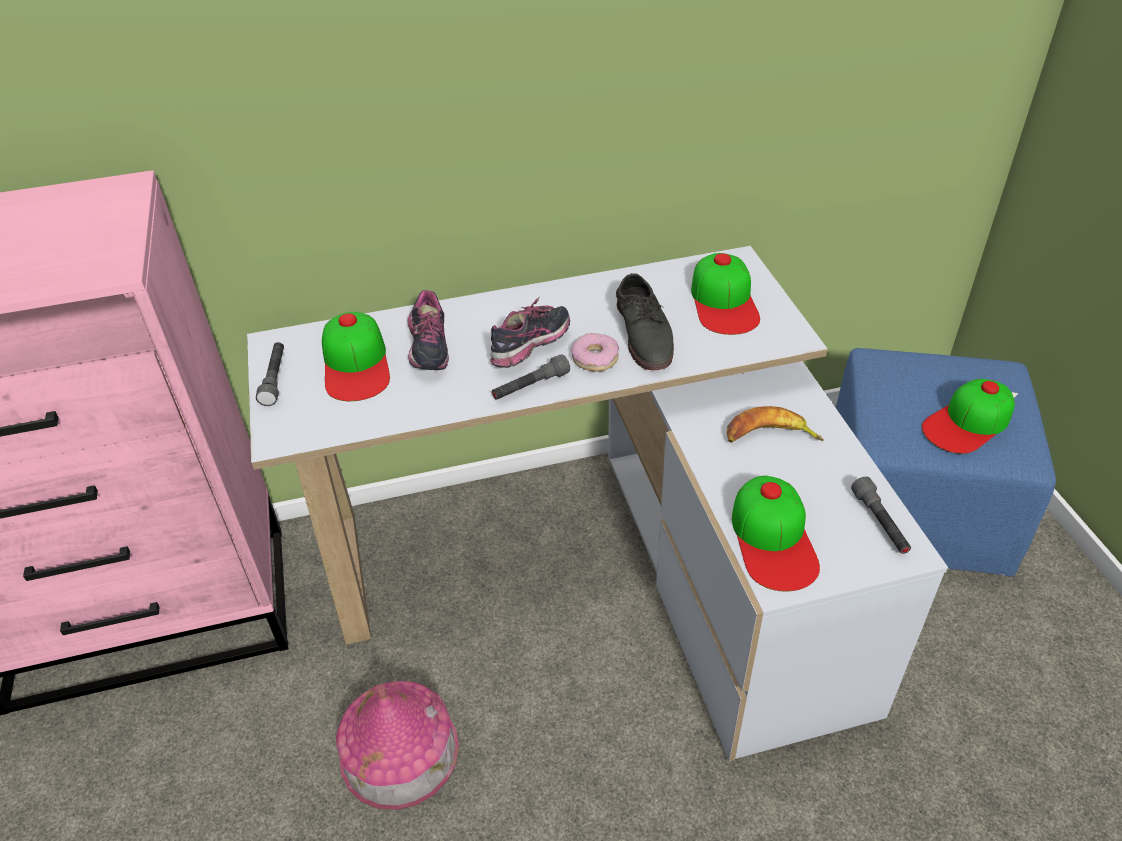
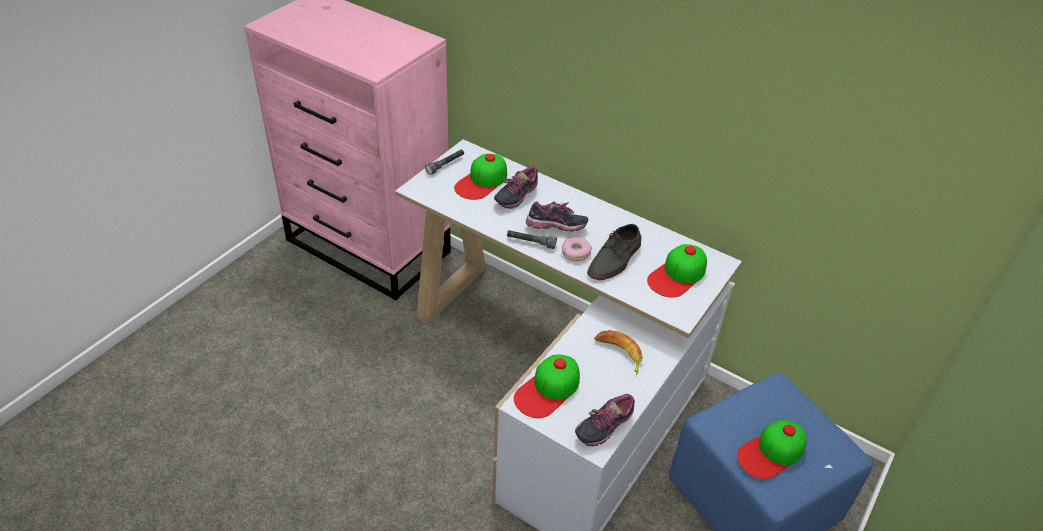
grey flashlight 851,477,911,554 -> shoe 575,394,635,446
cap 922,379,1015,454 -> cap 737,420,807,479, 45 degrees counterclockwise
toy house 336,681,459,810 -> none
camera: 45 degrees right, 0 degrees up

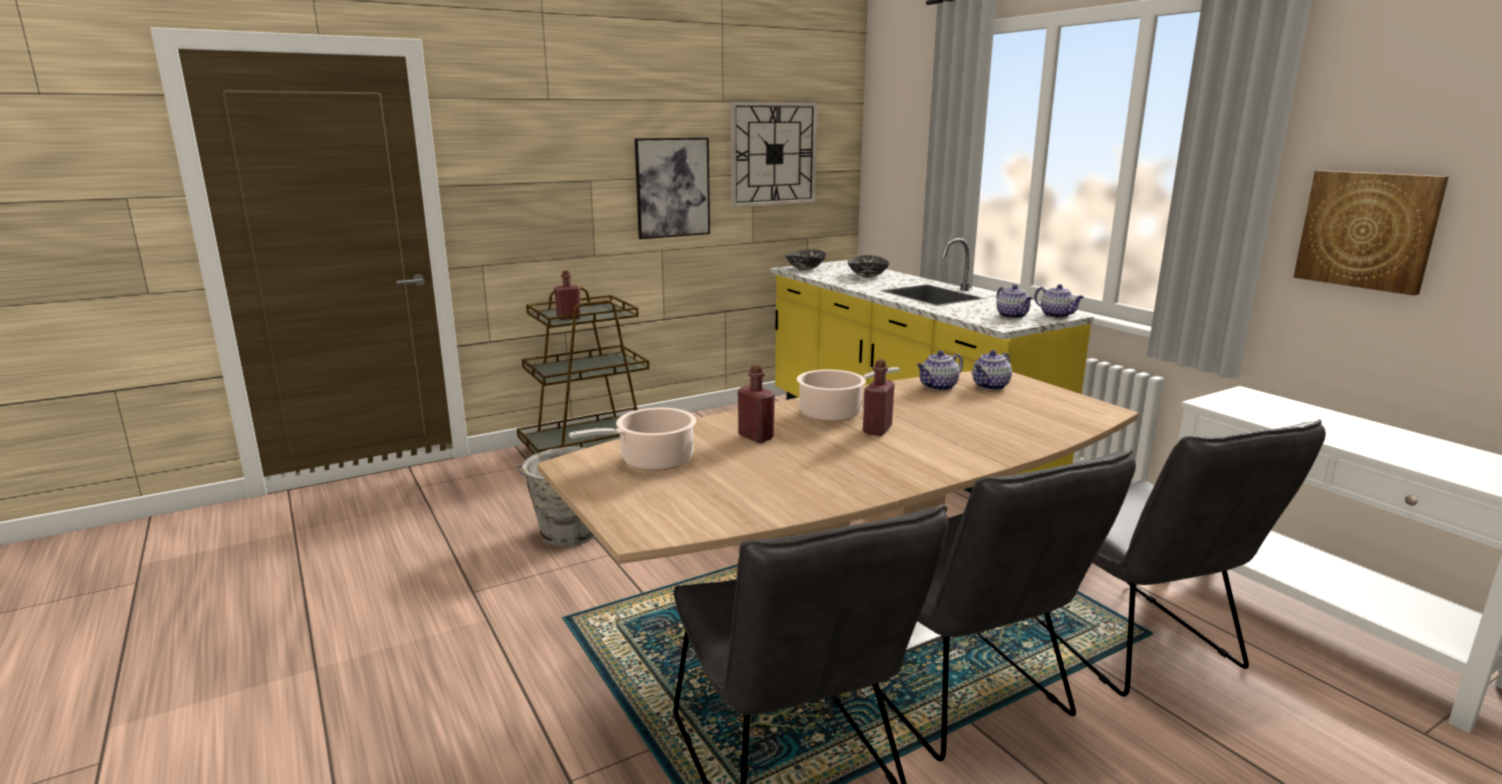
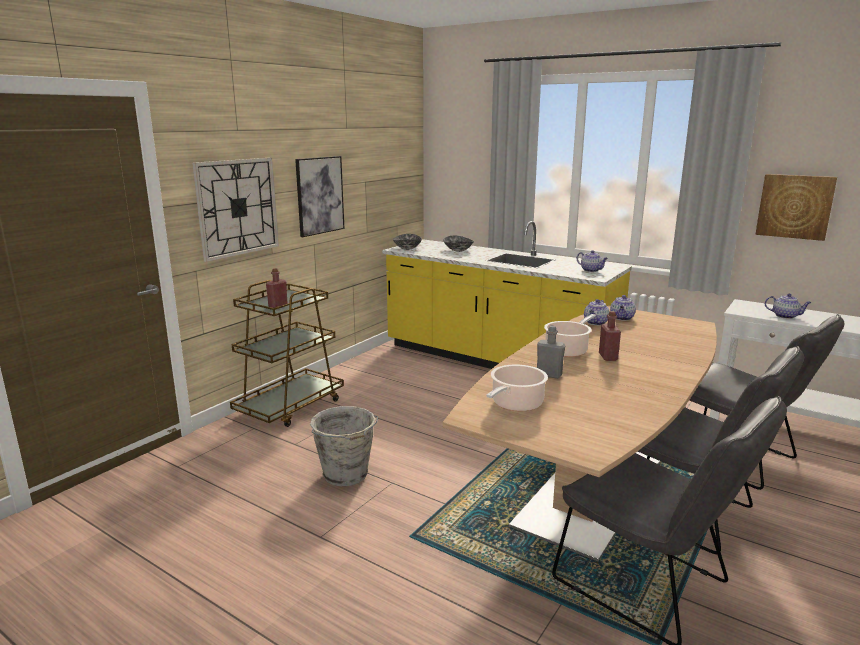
wall clock 730,102,818,207 -> wall clock 192,158,279,262, shifted
red bottle 738,365,775,443 -> grey bottle 537,325,565,379
teapot 1034,284,1084,318 -> teapot 765,294,812,319, shifted
camera: 25 degrees left, 0 degrees up

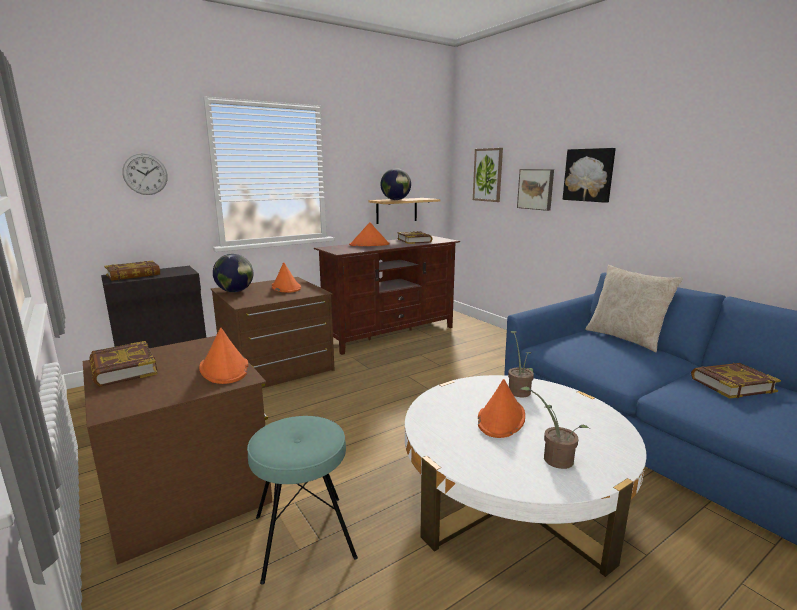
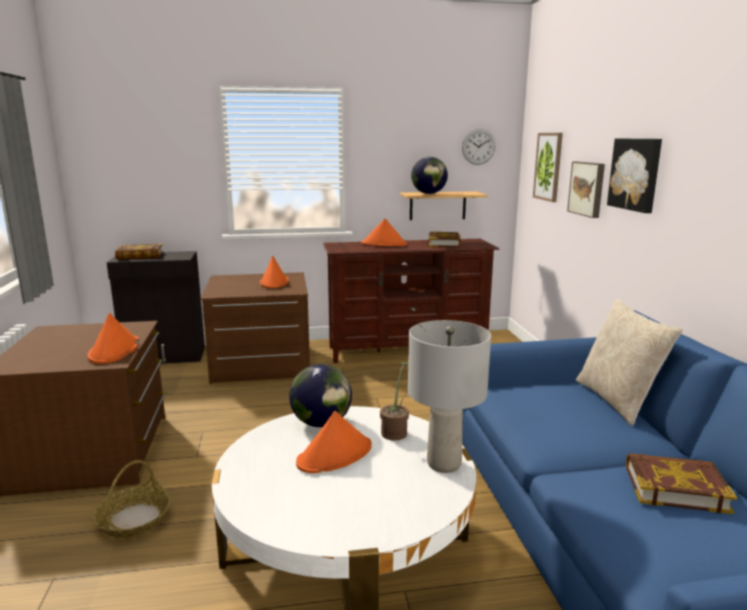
turquoise stool 247,416,358,585 -> basket 92,460,171,538
globe 213,254,253,292 -> globe 289,364,352,427, shifted
none -> grey table lamp 408,320,491,473
wall clock 122,153,168,195 -> wall clock 462,129,495,165, shifted
book 89,341,158,387 -> none
potted plant 519,387,589,469 -> none
camera: 25 degrees right, 0 degrees up

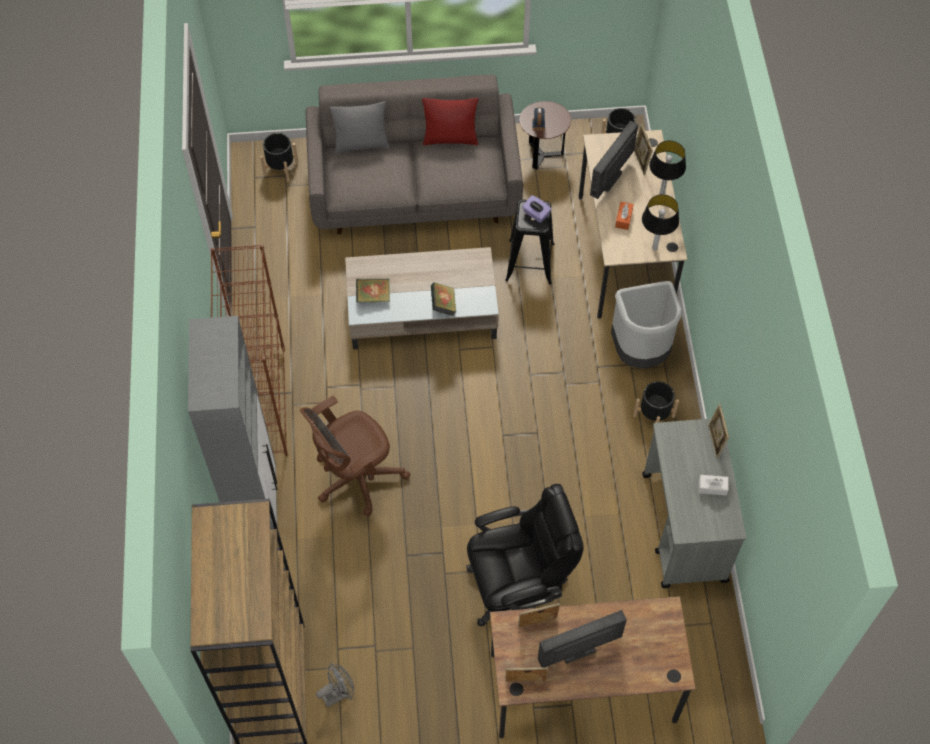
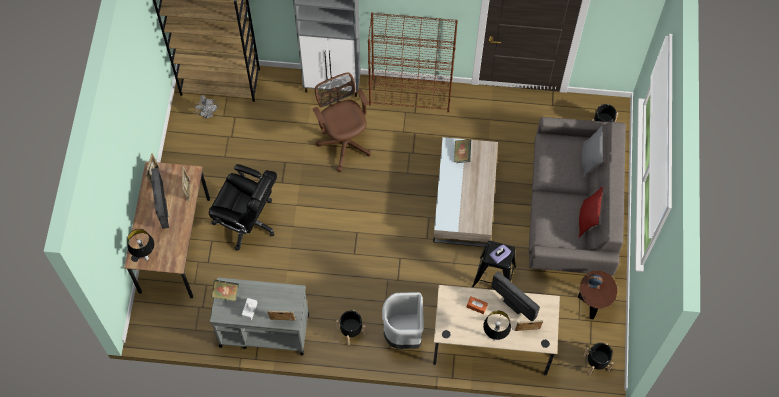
table lamp 642,194,679,251 -> table lamp 127,229,154,260, shifted
black office chair 466,484,584,626 -> black office chair 209,164,277,251, 60 degrees counterclockwise
book 431,282,456,316 -> book 211,280,239,301, shifted
camera: 100 degrees right, 5 degrees up

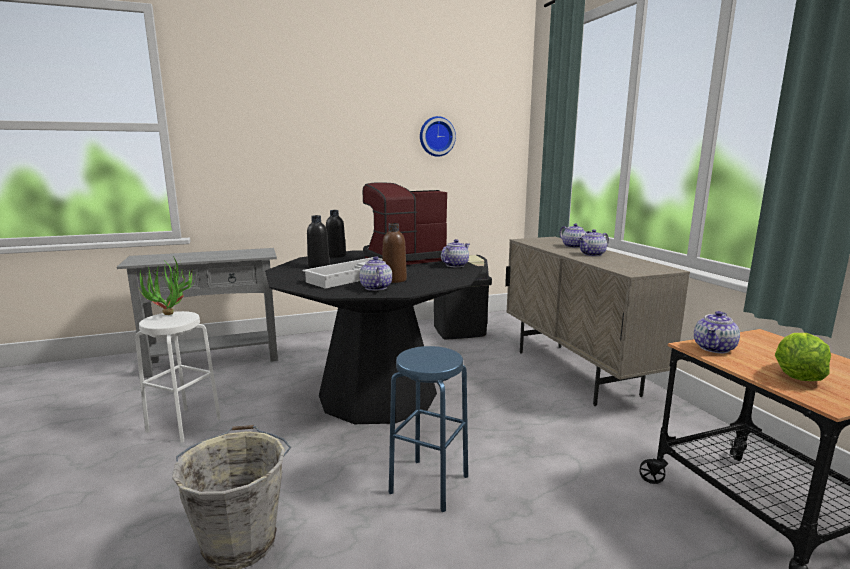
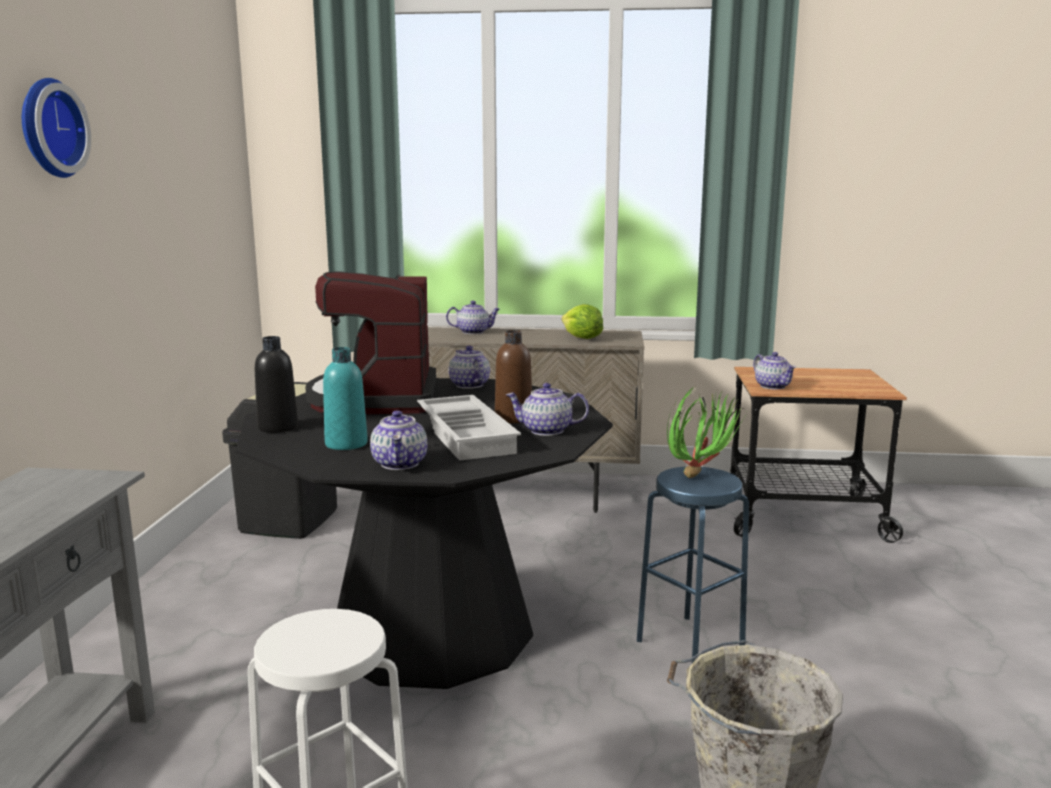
wall clock 420,116,456,157 -> wall clock 22,78,91,178, shifted
black bottle 307,215,330,268 -> turquoise bottle 323,347,368,450
teapot 578,229,609,256 -> teapot 370,410,427,470, shifted
lettuce 775,333,831,381 -> lettuce 562,304,603,339, shifted
potted plant 138,256,196,315 -> potted plant 667,387,747,478, shifted
camera: 65 degrees left, 0 degrees up

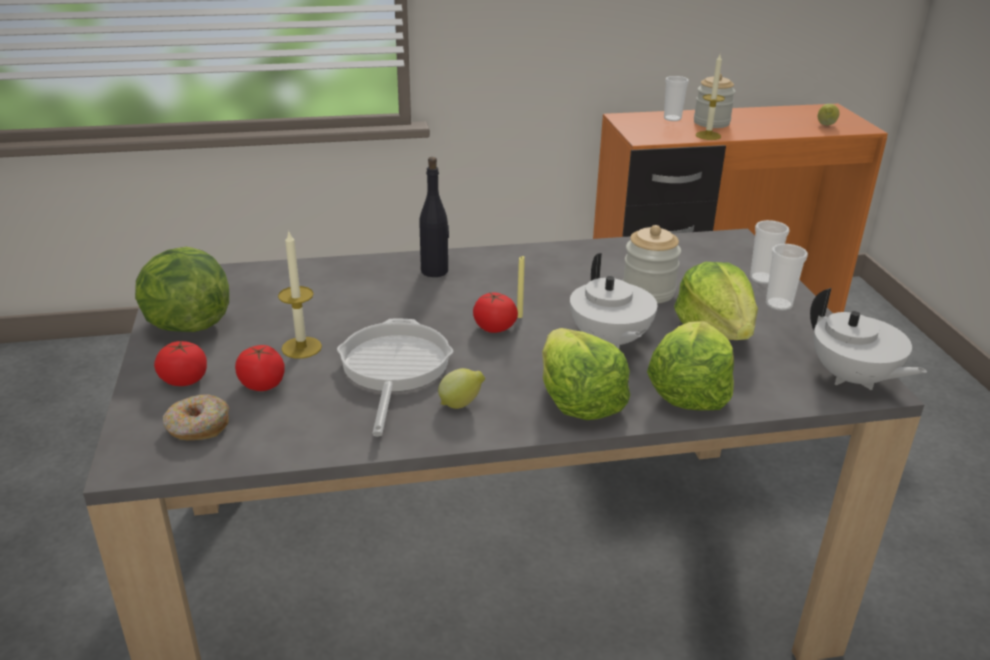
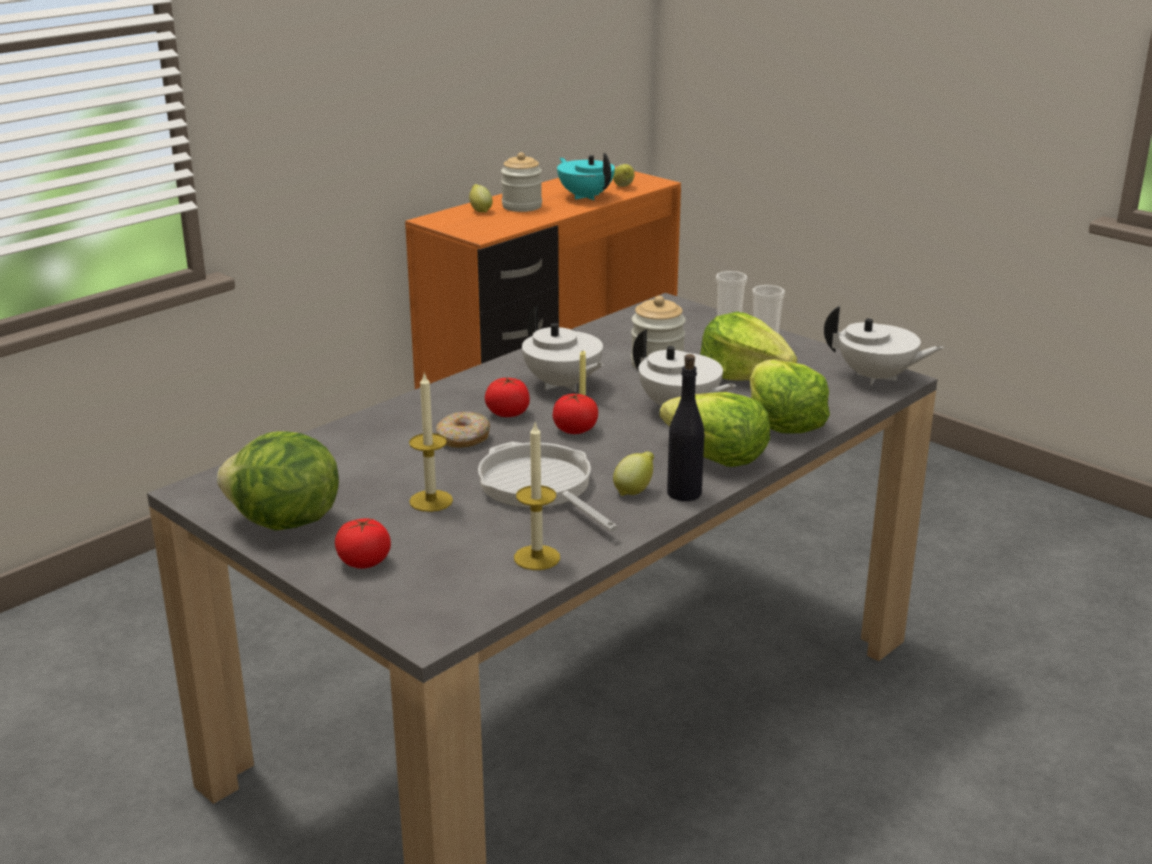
donut 163,394,229,440 -> donut 436,412,490,448, shifted
cup 664,76,689,121 -> lemon 469,184,493,212
tomato 235,345,285,391 -> tomato 485,378,530,417, shifted
candle 696,54,725,140 -> candle 514,423,560,570, shifted
none -> white teapot 522,306,604,392
none -> turquoise teapot 557,153,615,200
black bottle 419,157,449,277 -> black bottle 667,354,704,501, shifted
camera: 35 degrees left, 5 degrees down

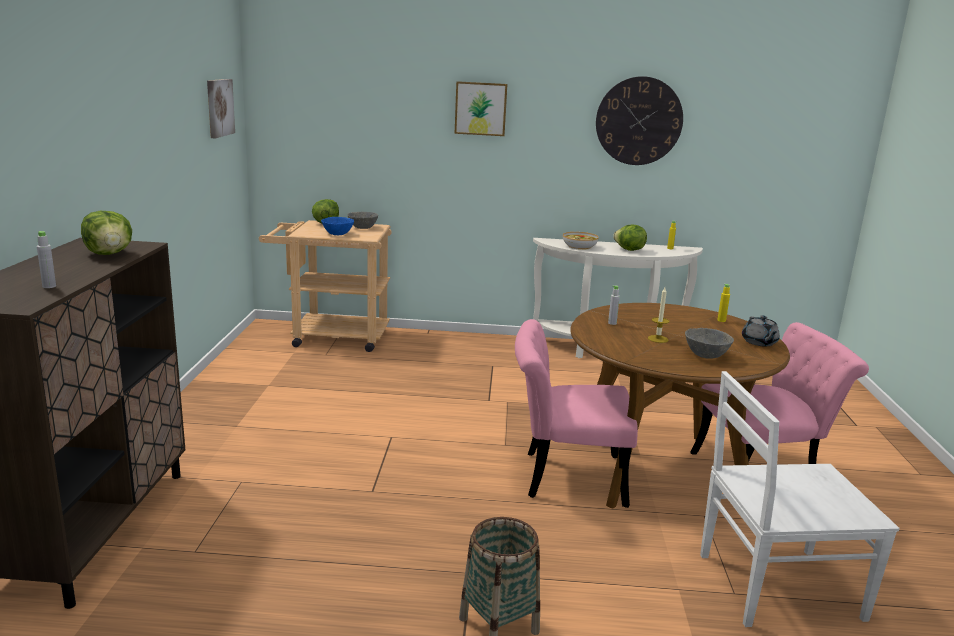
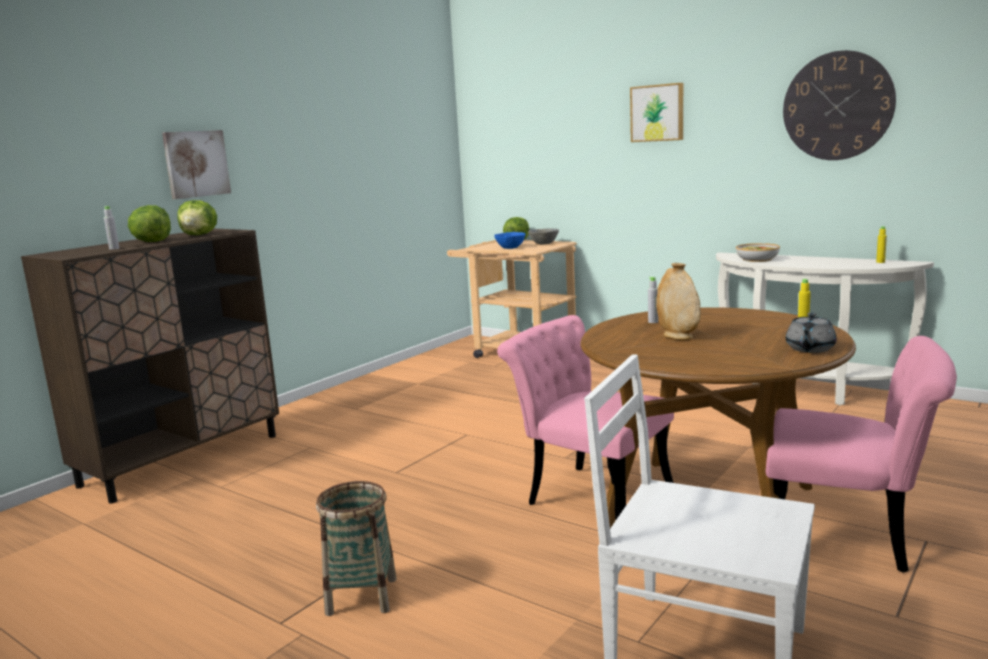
lettuce 613,225,647,251 -> lettuce 128,205,171,242, shifted
picture 207,79,235,138 -> picture 162,130,231,199, shifted
candle 648,287,670,343 -> beige vase 656,263,701,340
grey bowl 685,328,734,359 -> none
camera: 35 degrees right, 5 degrees down

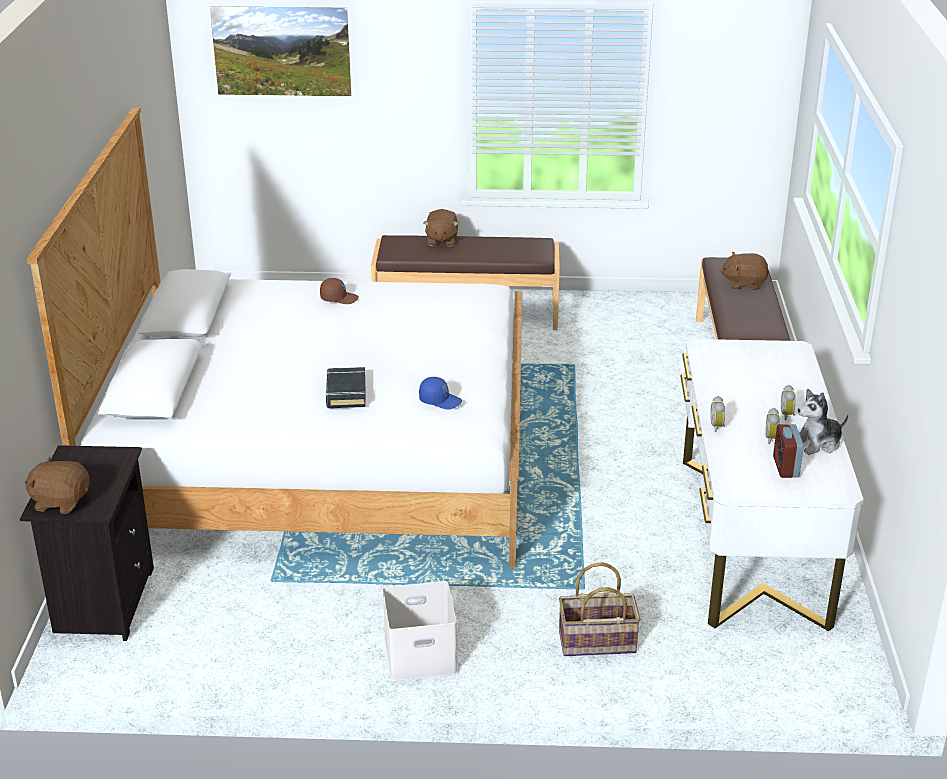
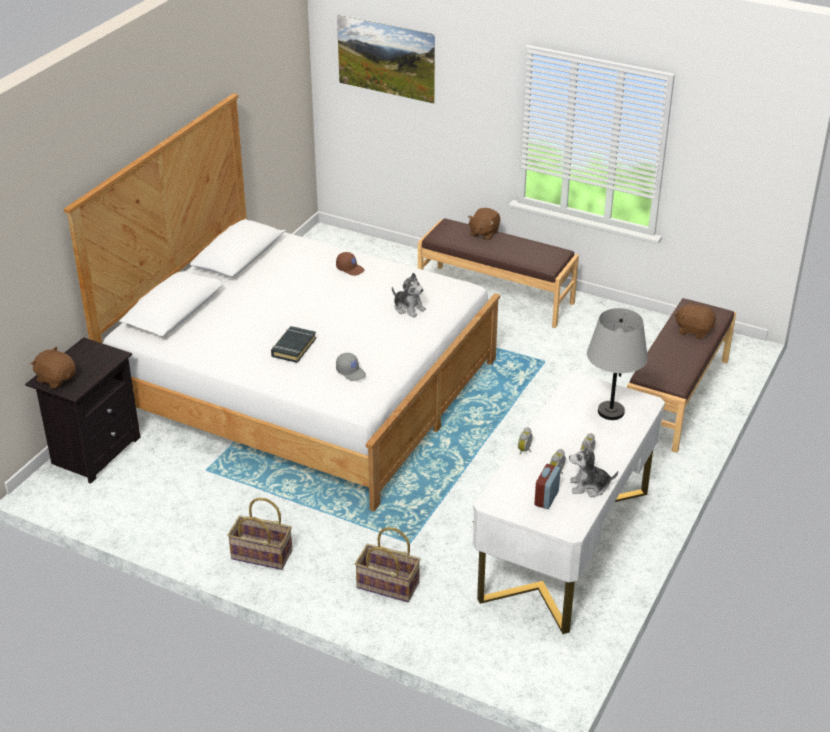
white storage box 383,581,457,681 -> basket 227,498,292,570
blue cap 419,377,462,409 -> grey cap 336,353,366,381
none -> plush toy 392,273,426,317
none -> grey table lamp 587,308,648,420
camera: 25 degrees right, 5 degrees up

